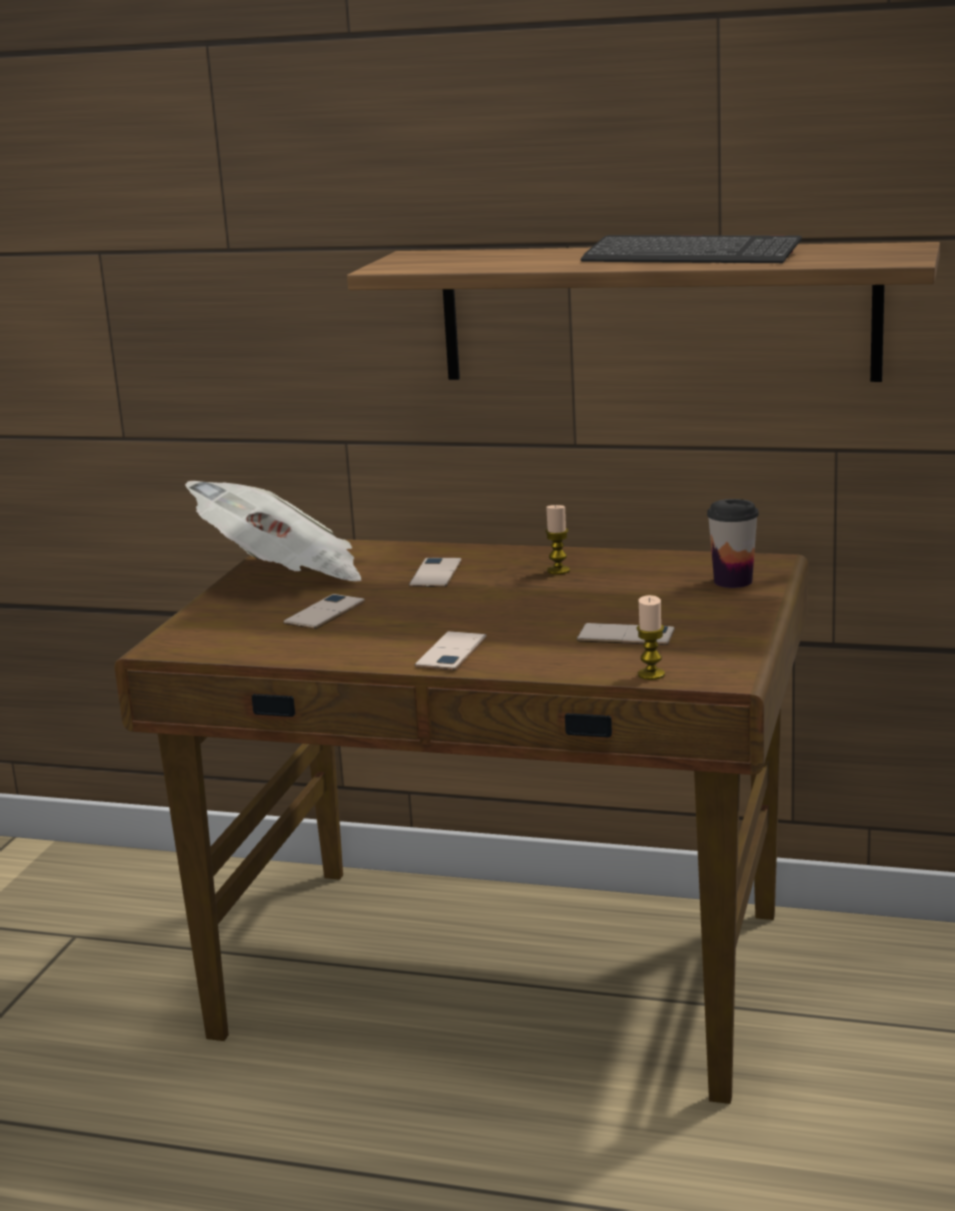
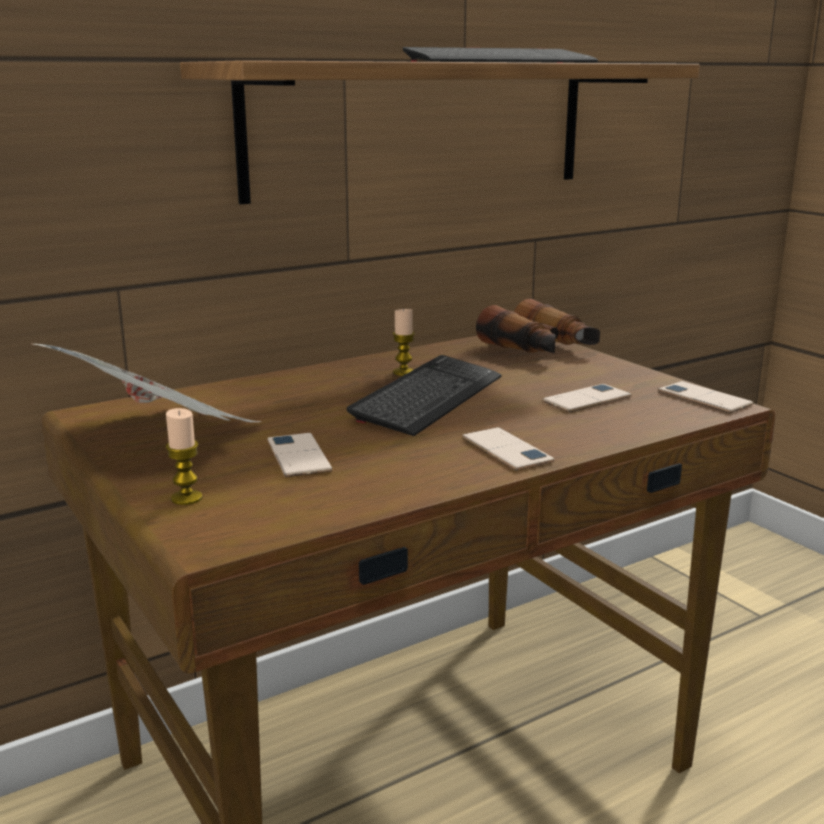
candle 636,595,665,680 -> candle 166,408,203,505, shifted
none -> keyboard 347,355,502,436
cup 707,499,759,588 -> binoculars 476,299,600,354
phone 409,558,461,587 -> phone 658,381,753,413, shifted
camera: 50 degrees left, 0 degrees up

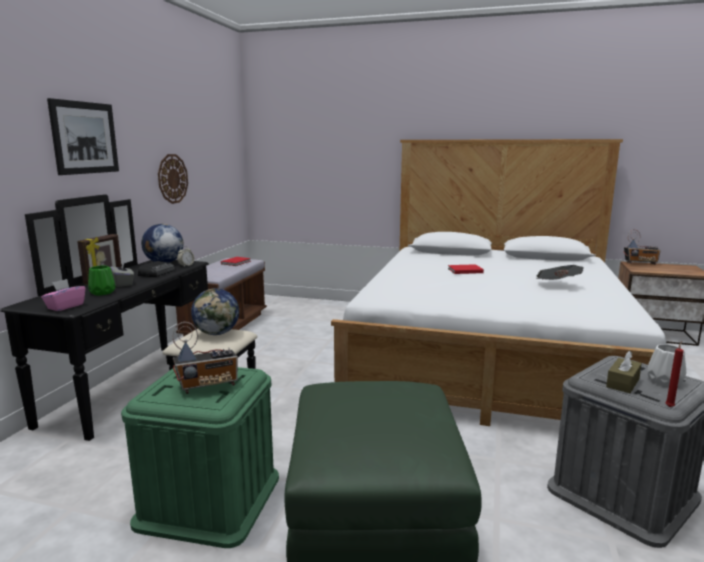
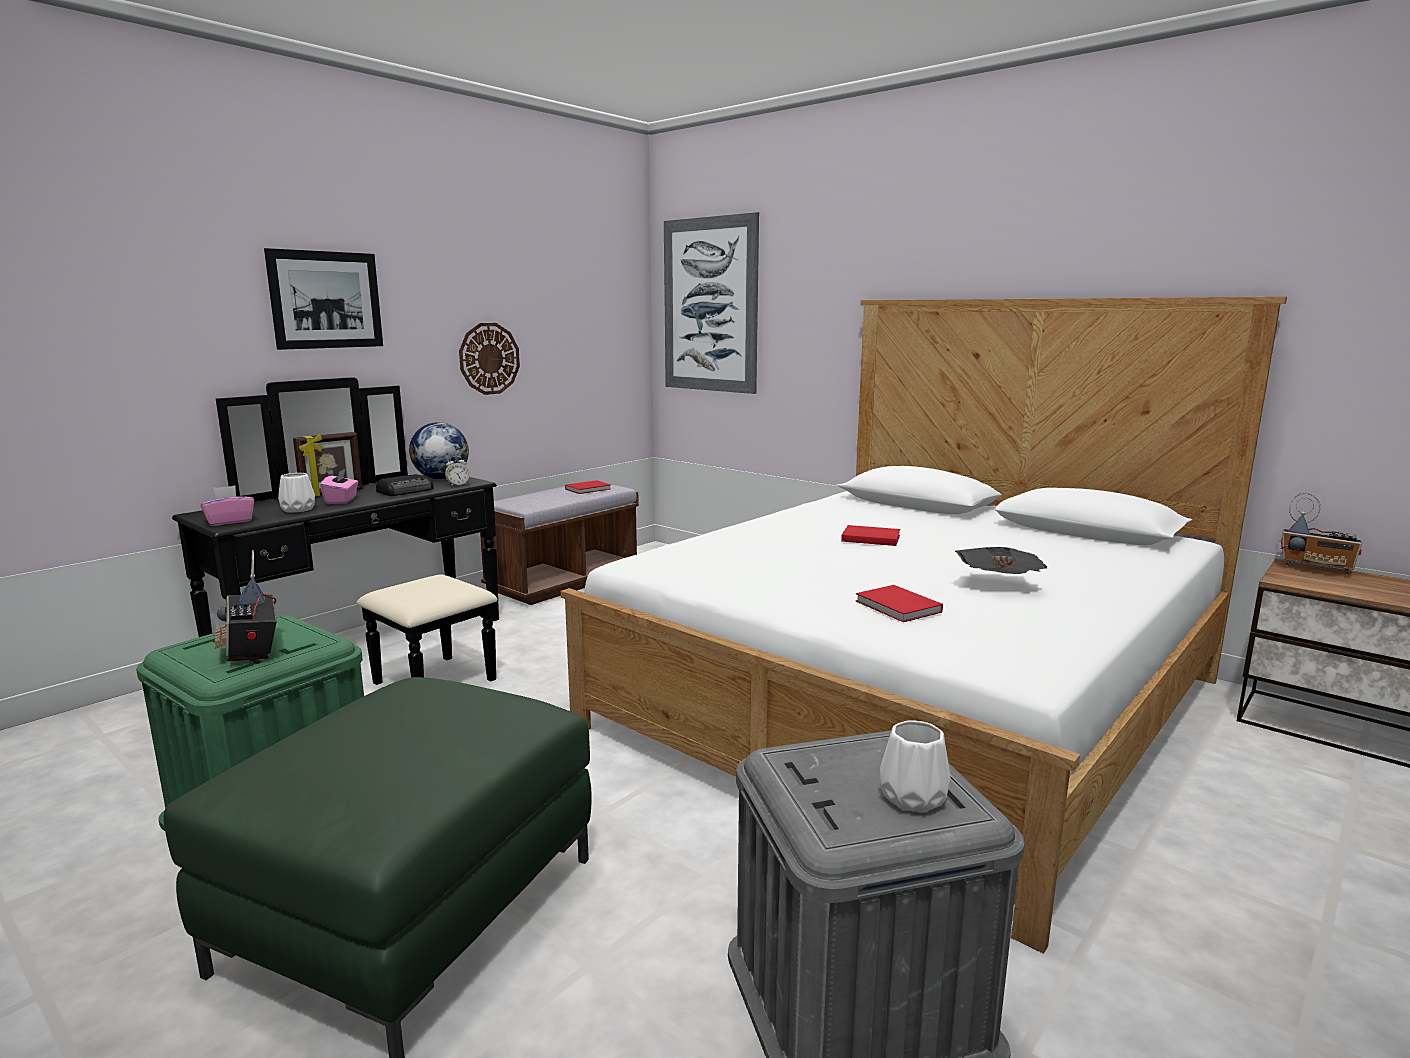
radio 173,322,238,394 -> radio 215,550,277,661, 60 degrees clockwise
green vase 88,266,116,296 -> white vase 278,473,315,513
grey tissue box 110,261,134,287 -> pink tissue box 320,468,358,504
none -> picture 664,212,759,394
none -> red book 856,585,943,622
globe 191,288,239,335 -> none
brown tissue box 606,351,642,393 -> none
red candle 665,341,684,407 -> none
camera: 25 degrees right, 0 degrees up

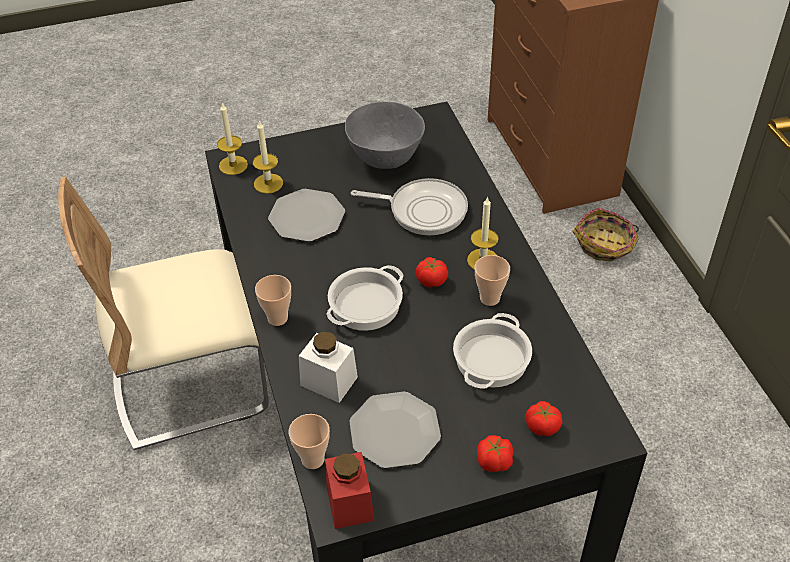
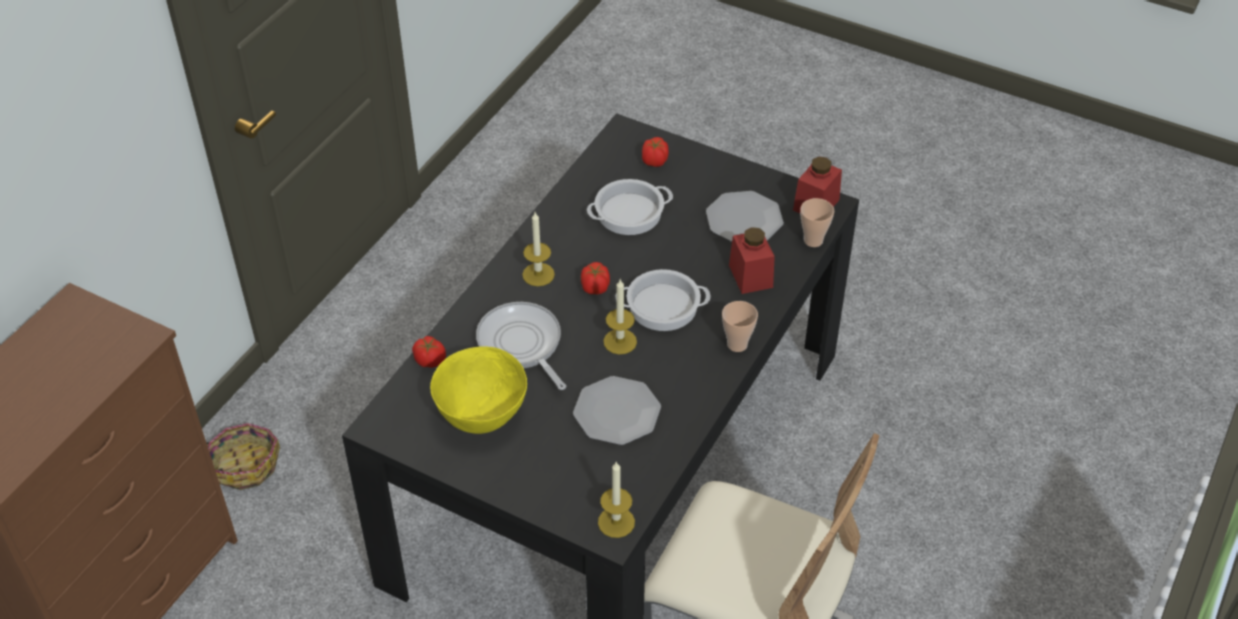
tomato 477,435,513,472 -> tomato 412,336,446,368, shifted
grey bowl 345,102,425,169 -> yellow bowl 430,347,527,434
candle 253,120,283,194 -> candle 603,280,637,354, shifted
white jar 299,332,358,403 -> red jar 729,227,775,294
cup 474,255,510,306 -> none
camera: 135 degrees left, 0 degrees up

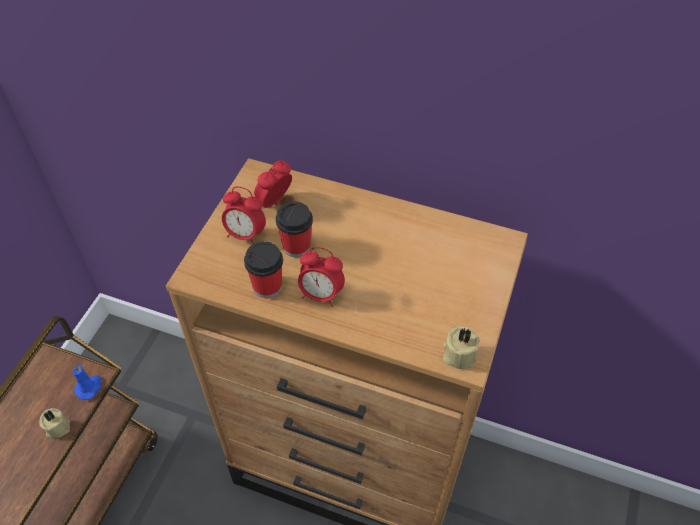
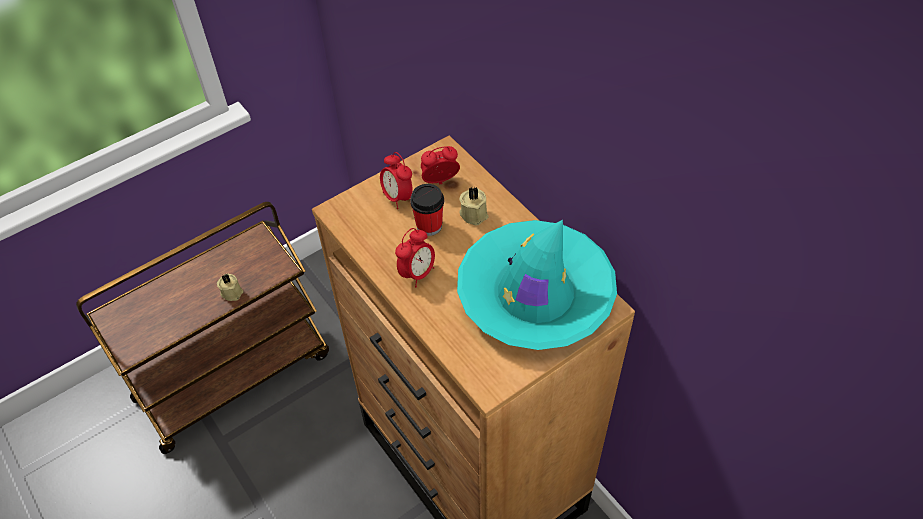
alarm clock 298,247,345,307 -> alarm clock 395,228,435,287, 105 degrees counterclockwise
none -> turquoise hat 457,220,617,350
beige candle 443,326,479,369 -> beige candle 459,187,489,226, shifted
blue candle 73,365,101,400 -> none
cup 244,241,283,298 -> none
camera: 35 degrees right, 0 degrees up

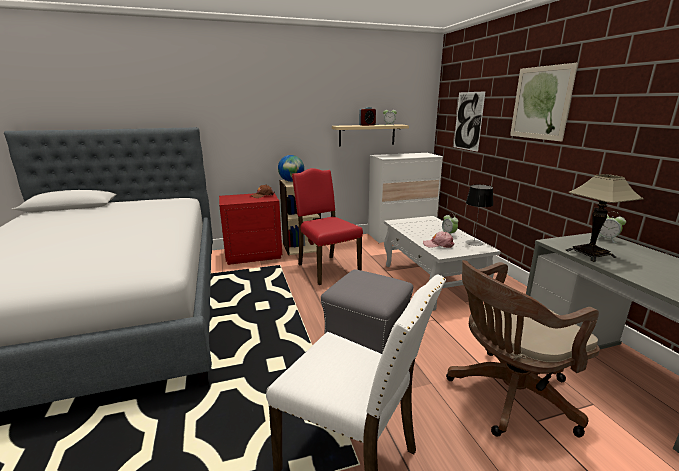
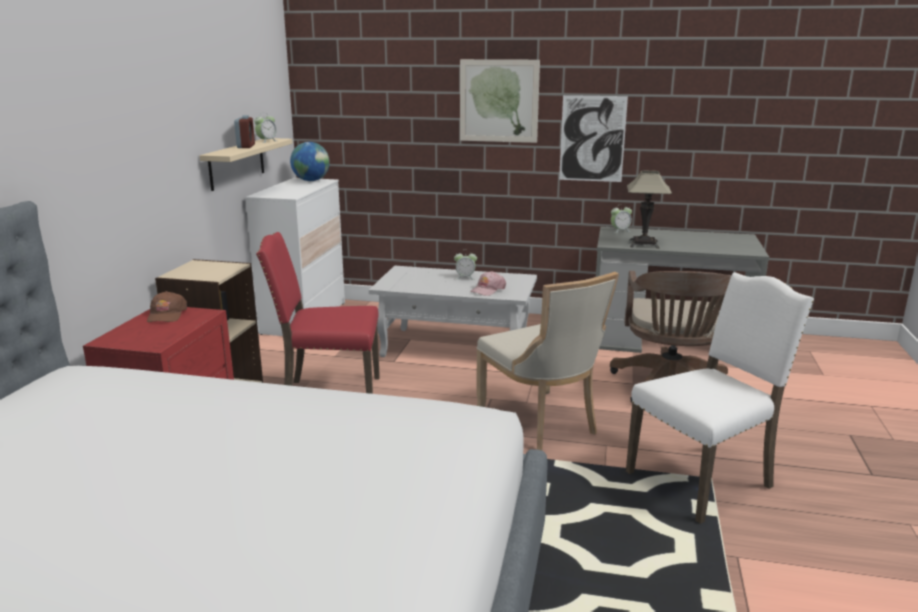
globe 278,155,304,182 -> globe 290,142,330,181, shifted
grey ottoman 321,270,413,354 -> beige chair 476,272,619,450
picture 454,91,486,152 -> picture 559,95,628,182, shifted
table lamp 465,185,493,246 -> none
camera: 60 degrees left, 0 degrees up

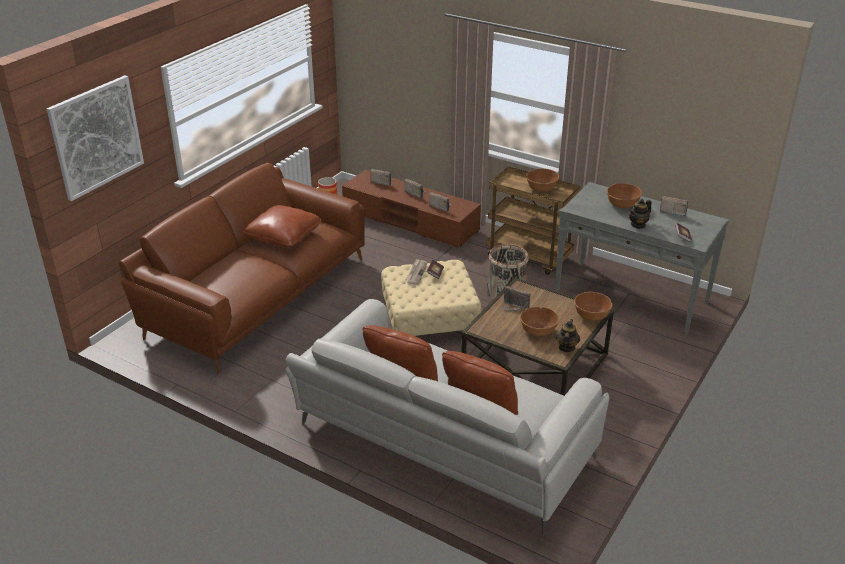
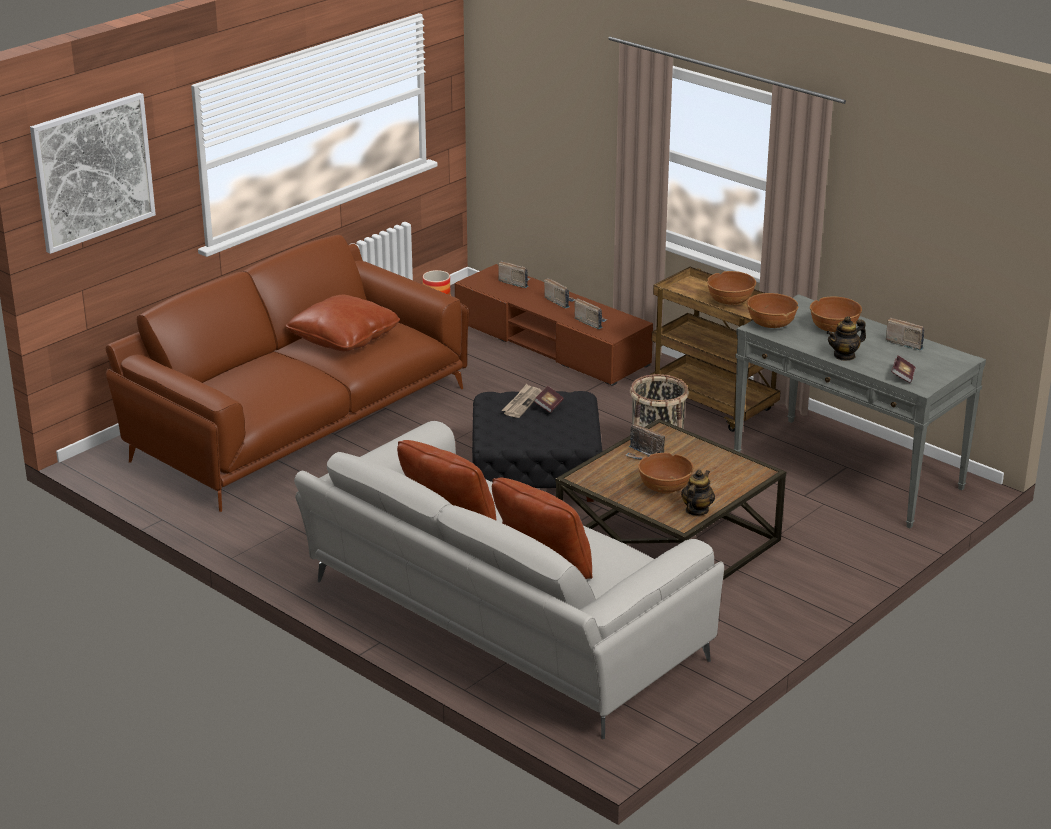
beige ottoman 381,260,482,336 -> black ottoman 472,391,602,502
brown bowl 574,292,613,321 -> brown bowl 747,293,798,328, shifted
camera: 10 degrees right, 5 degrees down

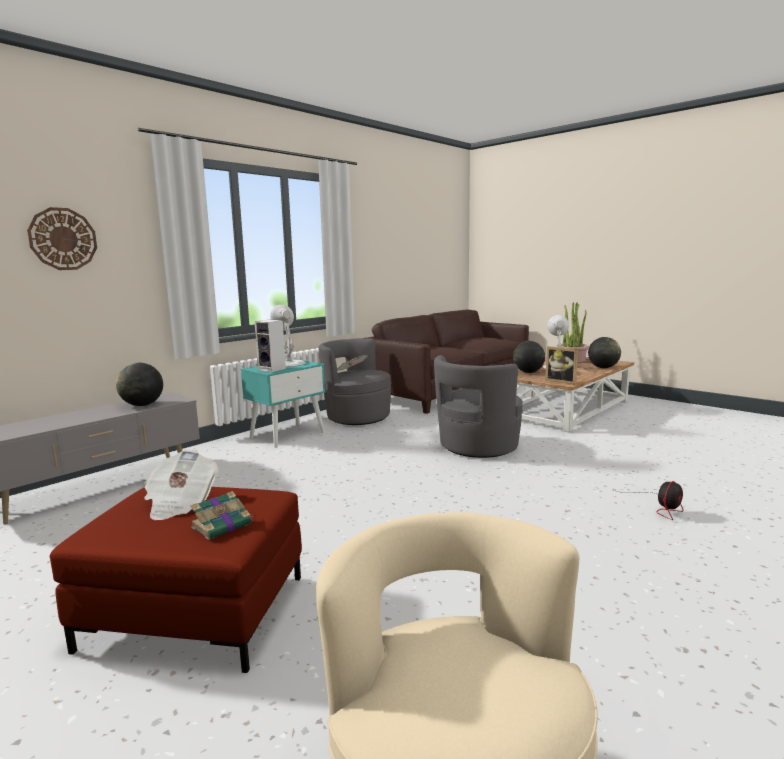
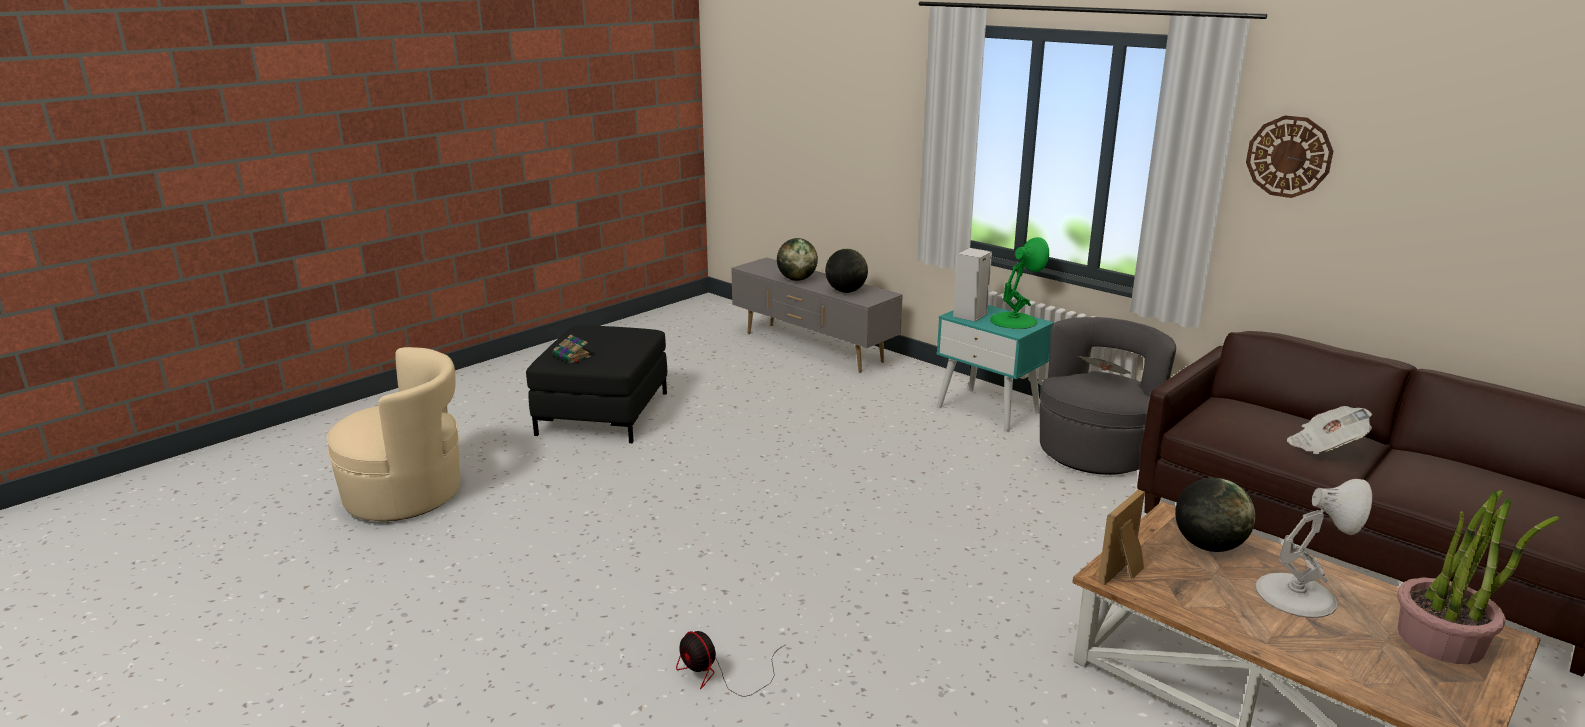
red ottoman 50,487,302,673 -> black ottoman 526,325,667,443
globe 588,337,621,368 -> globe 777,238,818,281, shifted
white table lamp 270,305,306,367 -> green table lamp 990,237,1049,329
wall clock 27,207,97,270 -> wall clock 1246,115,1334,198, shifted
newspaper 144,450,218,520 -> newspaper 1287,406,1372,454, shifted
grey armchair 434,355,523,458 -> none
camera: 90 degrees right, 10 degrees up

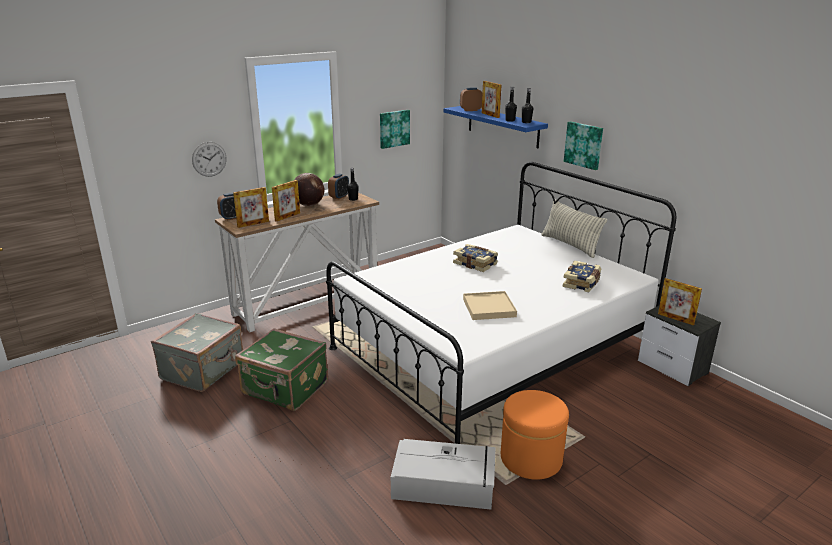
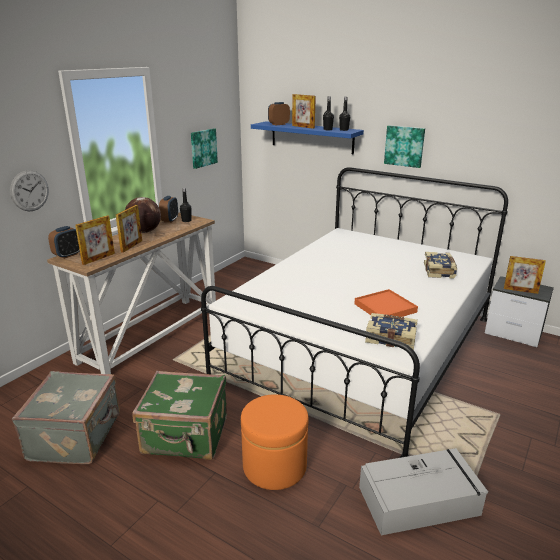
orange ottoman 501,390,569,480 -> orange ottoman 241,394,309,490, shifted
beige tray 463,291,517,320 -> orange tray 354,289,418,317
book 453,244,498,272 -> book 365,313,418,350, shifted
pillow 542,200,607,258 -> none
camera: 20 degrees left, 0 degrees up

